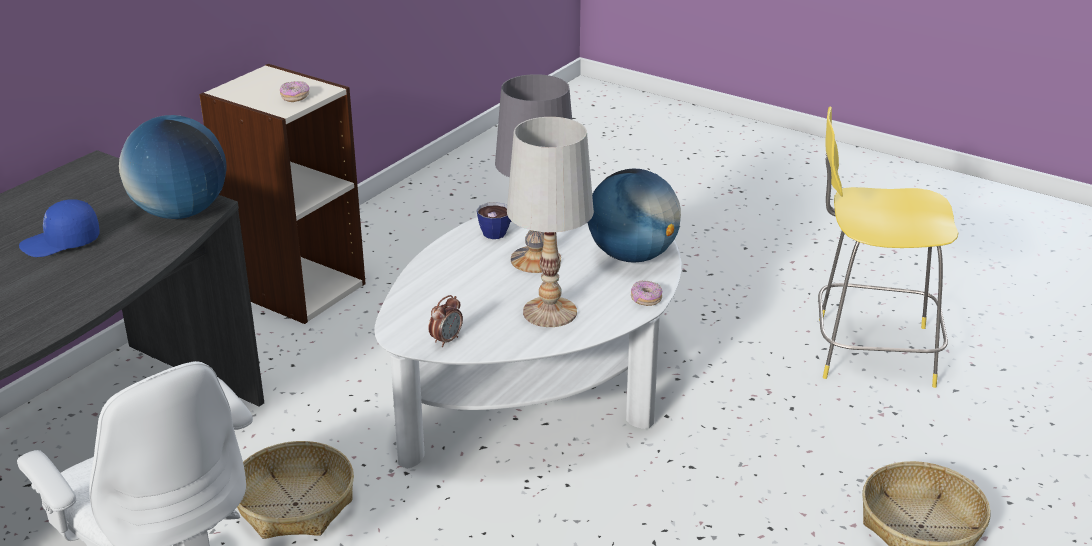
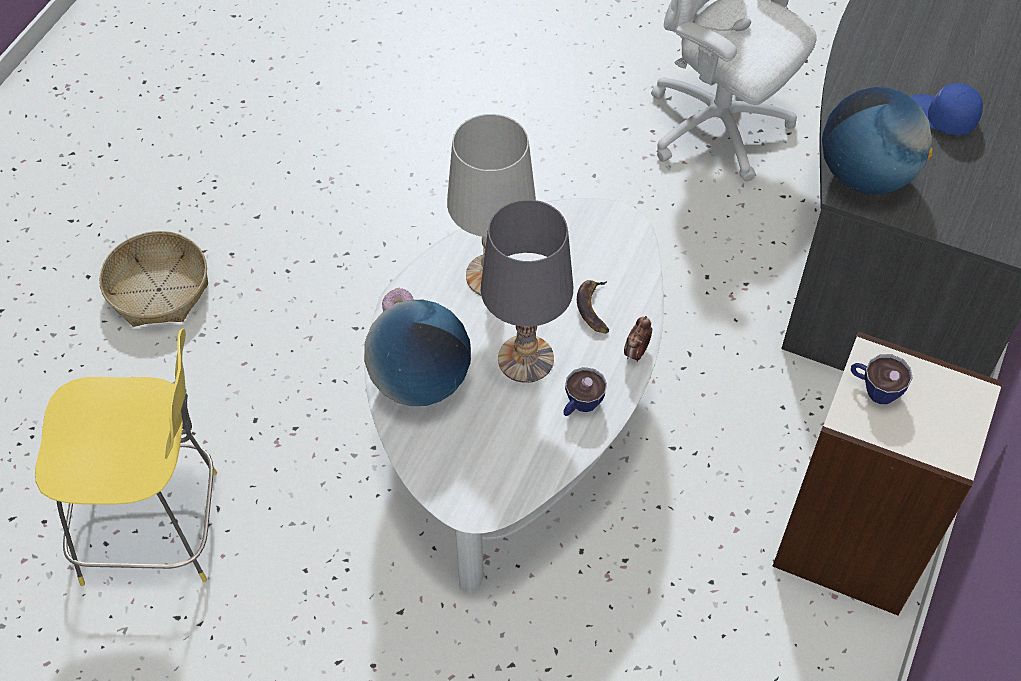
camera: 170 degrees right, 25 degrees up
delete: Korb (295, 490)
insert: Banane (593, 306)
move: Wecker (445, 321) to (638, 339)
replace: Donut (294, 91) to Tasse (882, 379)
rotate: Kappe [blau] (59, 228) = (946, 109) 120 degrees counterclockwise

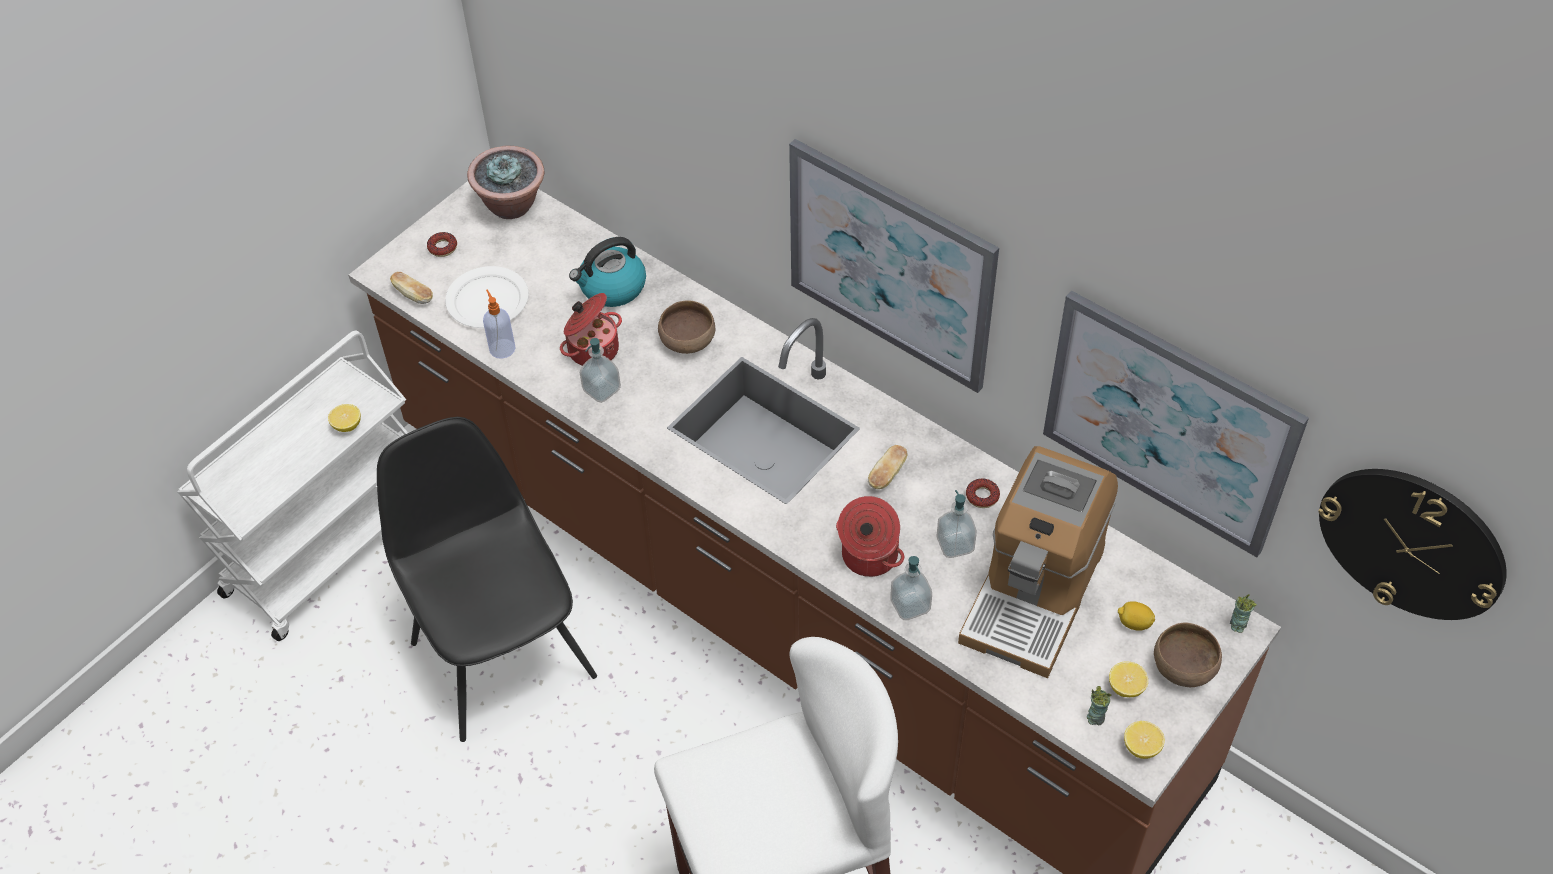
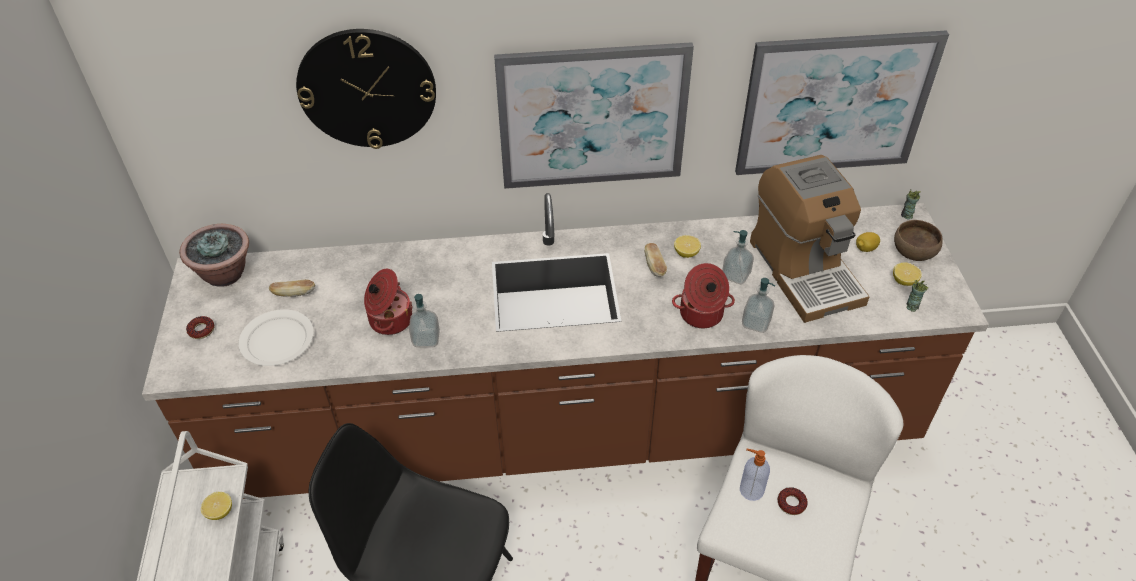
camera: 45 degrees left, 5 degrees down
delete: Wasserkessel (607, 272); Schüssel [braun] (686, 327)
move: Brot (411, 288) to (292, 288); Seifenspender (499, 324) to (755, 475); Donut (983, 493) to (793, 501); Zitrone (1144, 740) to (687, 246); Wanduhr (1412, 544) to (366, 89)

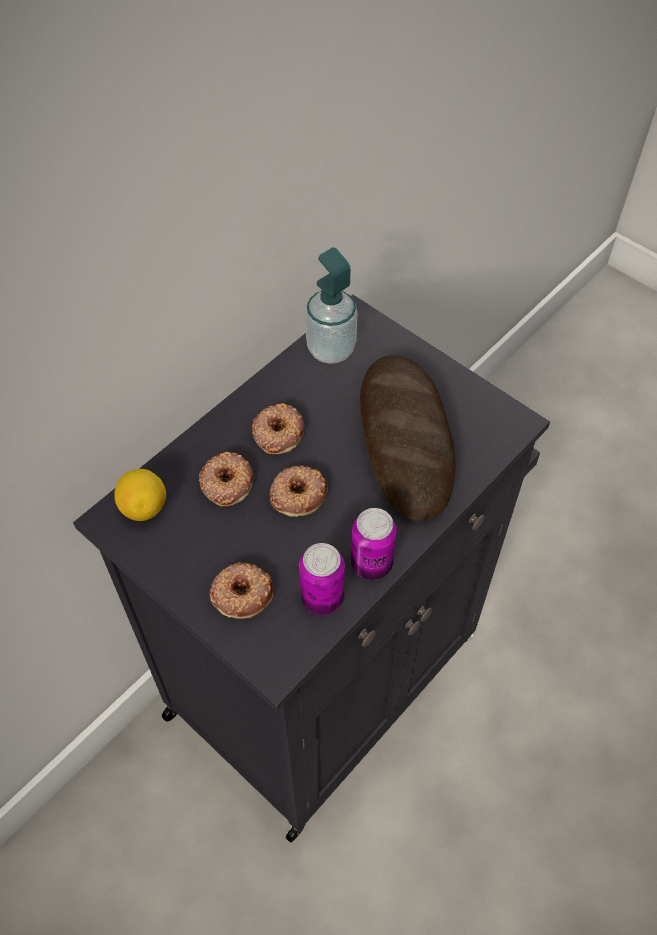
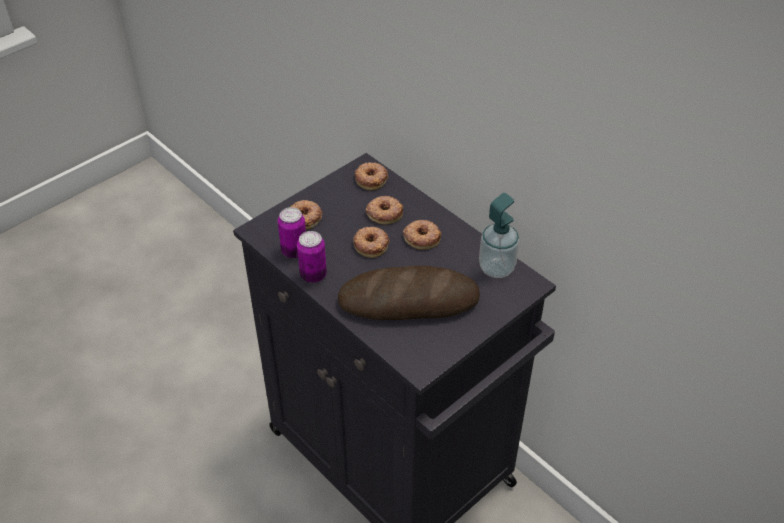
camera: 95 degrees right, 10 degrees down
replace: Zitrone (140, 495) to Donut (371, 176)

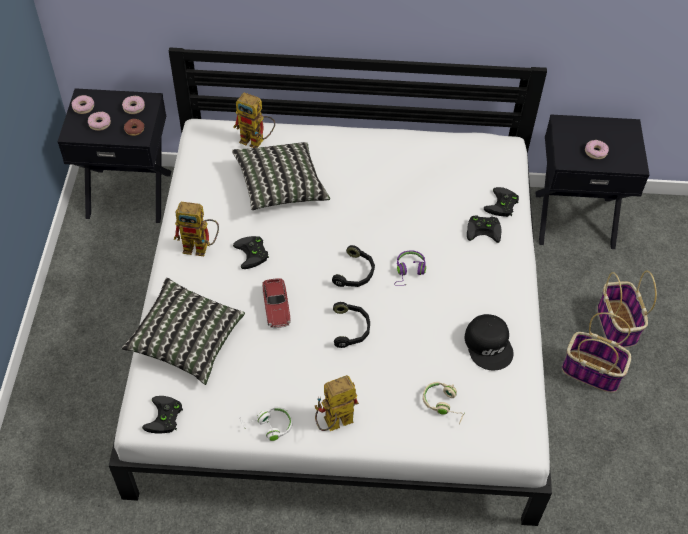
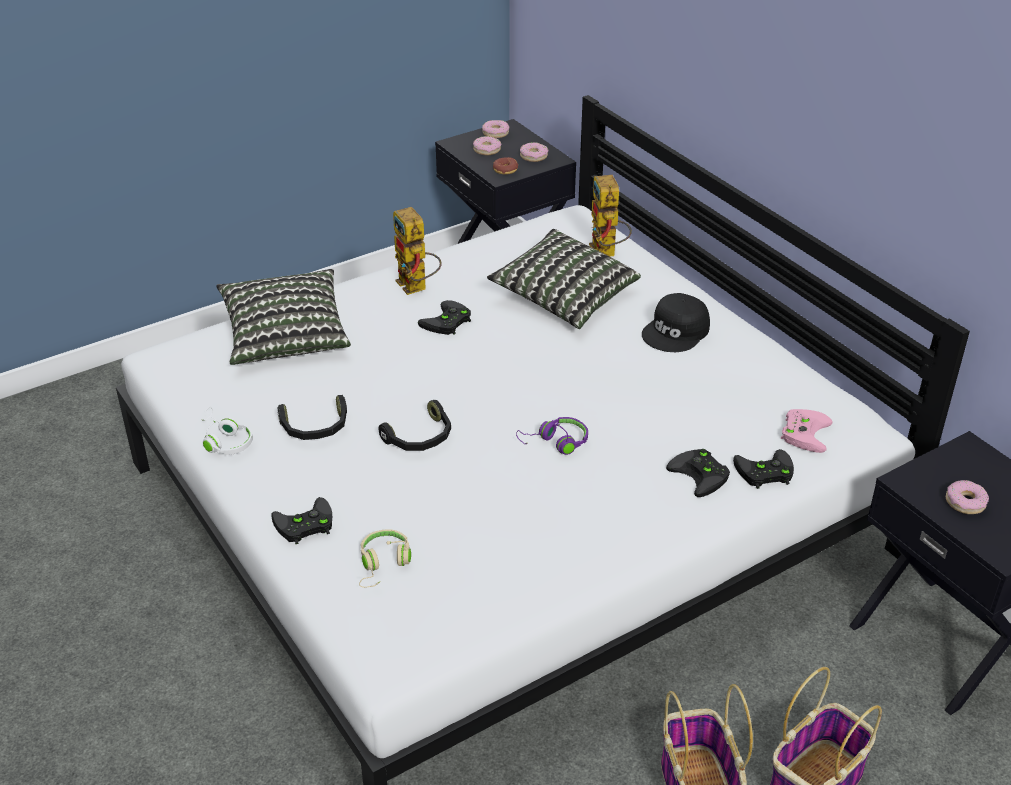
camera: 55 degrees right, 15 degrees down
delete: Spielzeugauto (276, 303); Spielzeugroboter (337, 403)
insert: Gamepad [rosa] (807, 431)
move: Gamepad [schwarz] (162, 414) to (301, 520); Kopfhörer [schwarz] (353, 266) to (312, 417); Kappe [schwarz] (489, 342) to (676, 322)

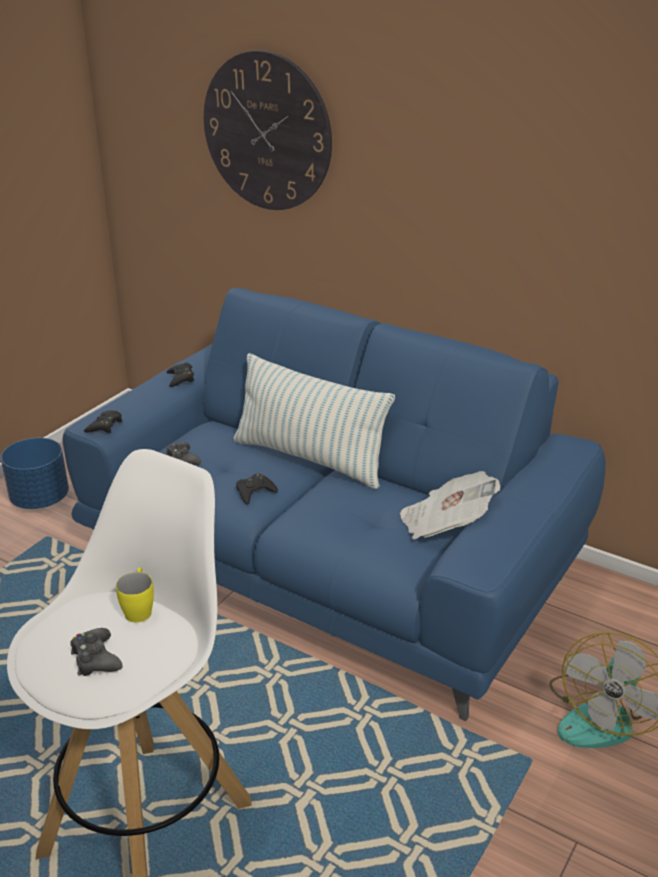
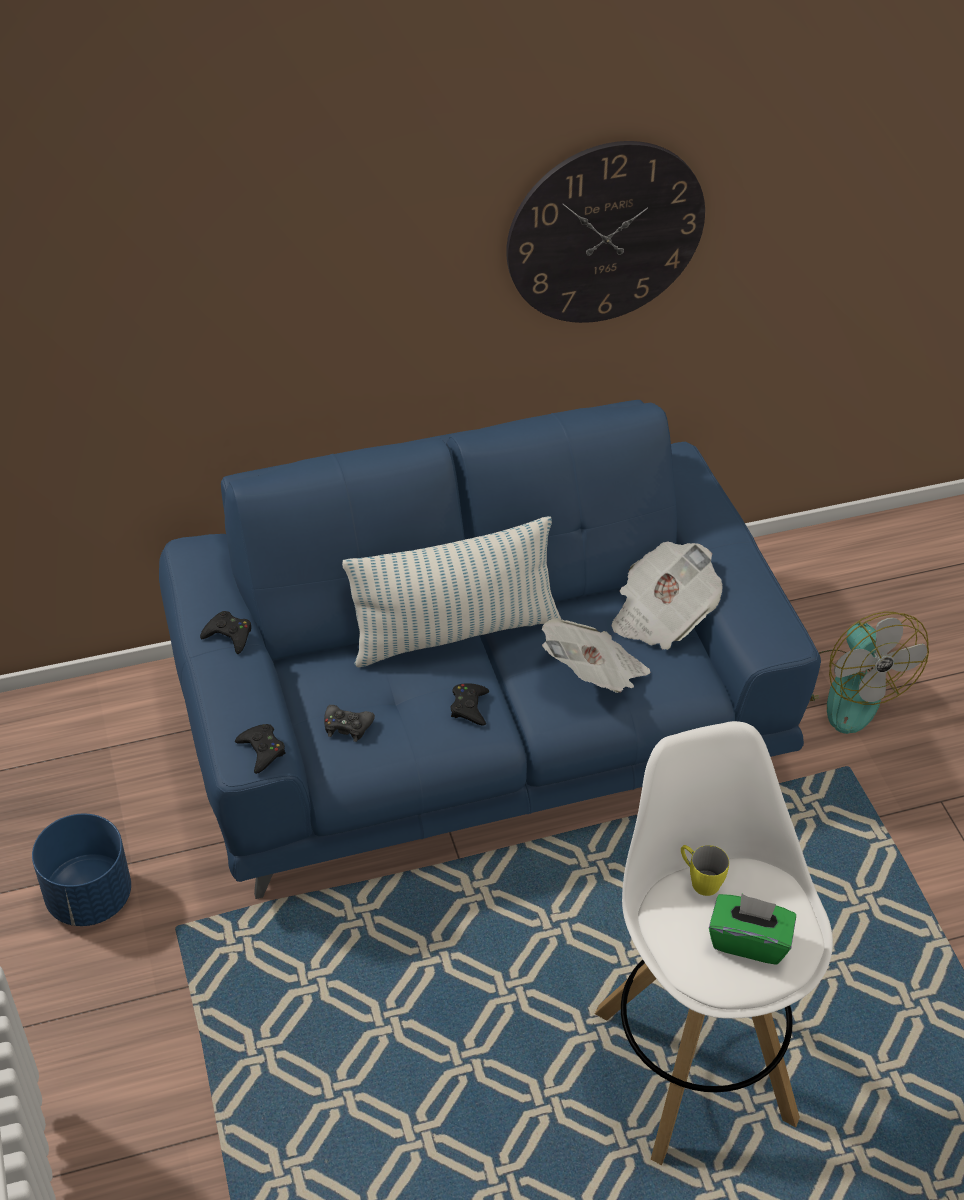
camera: 50 degrees left, 15 degrees up
insert: Zeitung (596, 655)
move: Wanduhr (268, 130) to (605, 232)
replace: Gamepad [schwarz] (97, 652) to Taschentuchbox [grün] (752, 929)

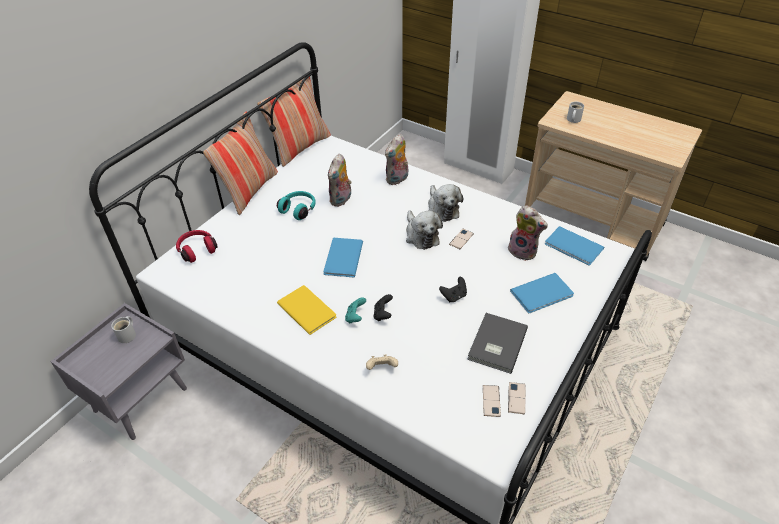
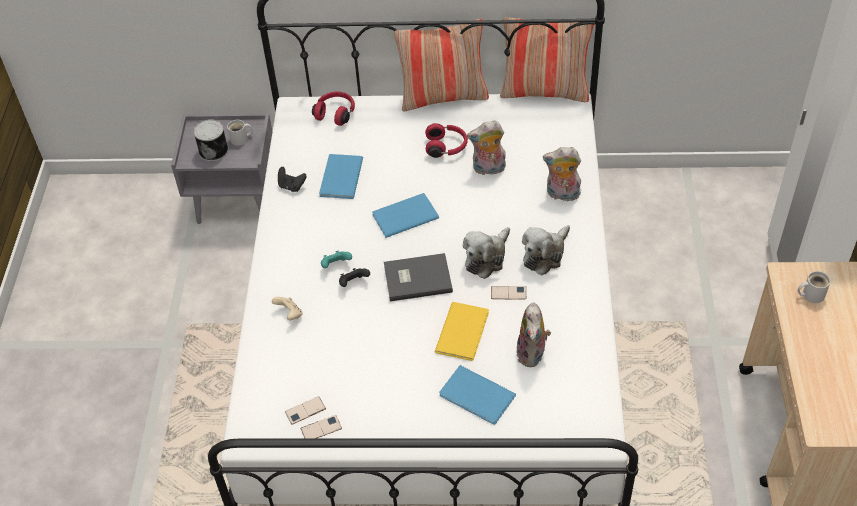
camera: 60 degrees right, 5 degrees up
insert: Dose (210, 140)
move: Buch [gelb] (307, 310) to (462, 331); Gamepad [schwarz] (453, 289) to (292, 179); Buch [grau] (497, 343) to (418, 277); Buch [blau] (574, 245) to (341, 176)
recolor: Kopfhörer [türkis] (296, 205) to Kopfhörer [rot] (446, 140)

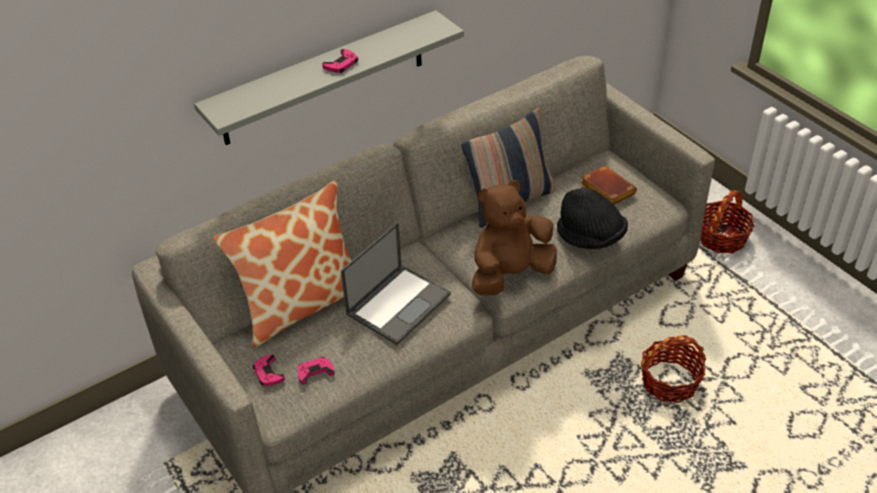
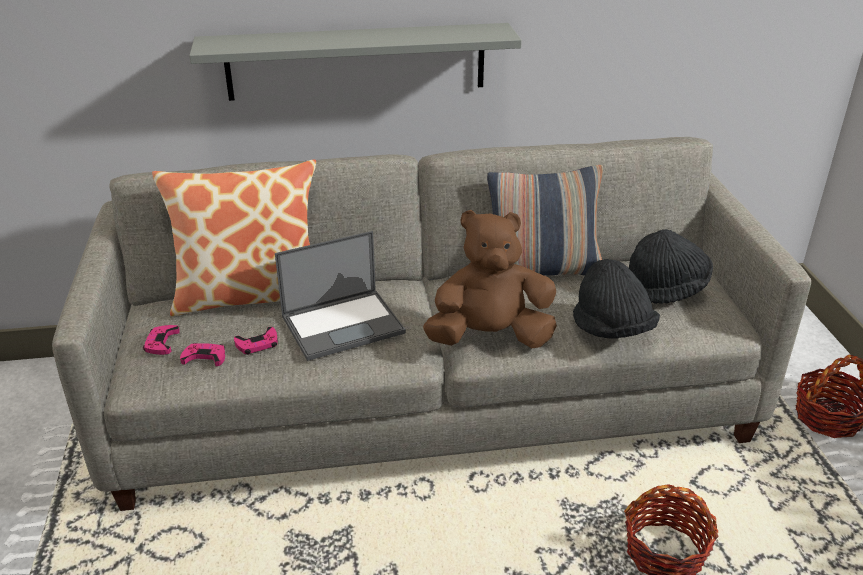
camera: 25 degrees right, 10 degrees down
move: Gamepad [rosa] (340, 61) to (256, 341)
replace: Buch [braun] (609, 185) to Hut [schwarz] (671, 266)

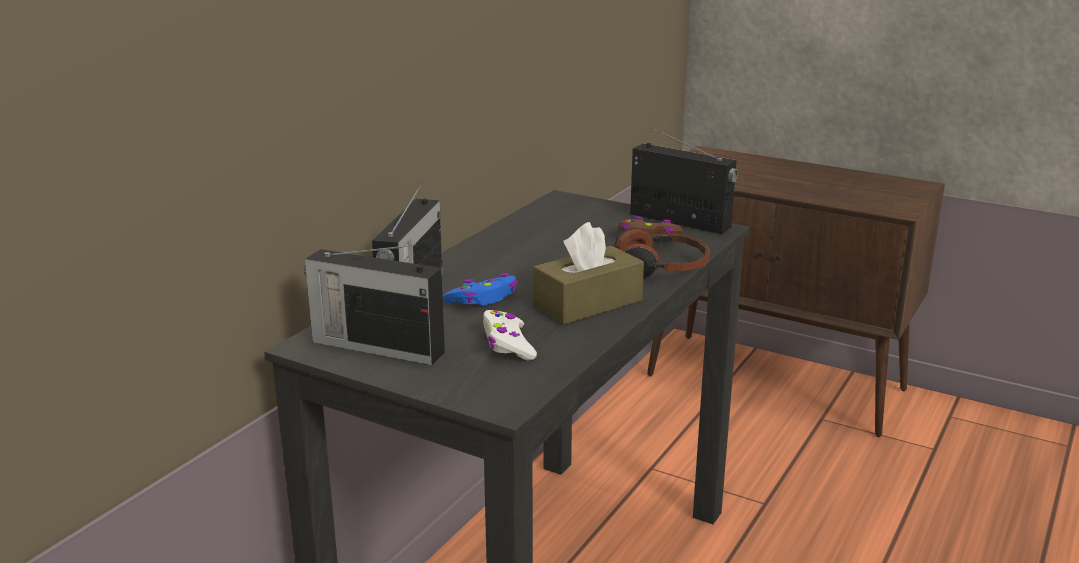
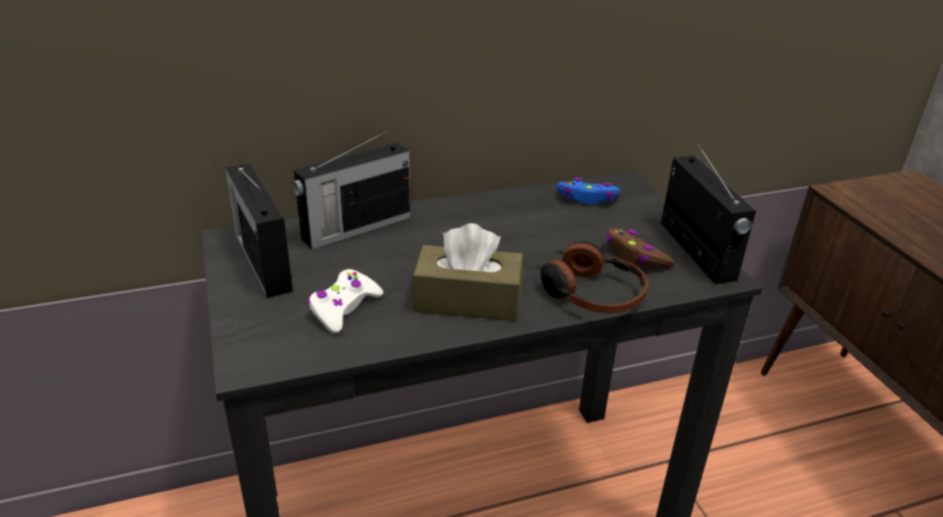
camera: 40 degrees right, 10 degrees up
move: Gamepad [blau] (480, 289) to (588, 191)

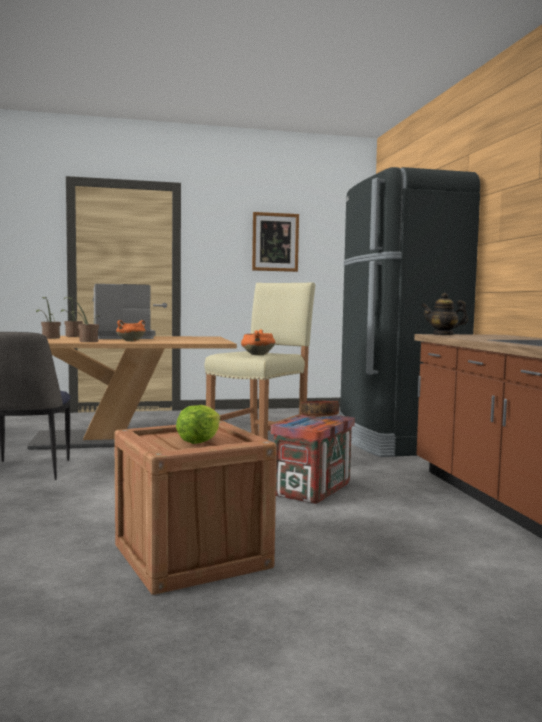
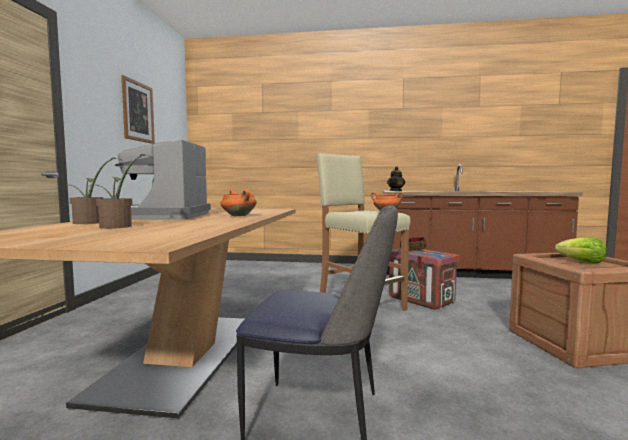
camera: 70 degrees left, 0 degrees up
delete: Topfpflanze (81, 319); Kühlschrank [schwarz] (409, 312)

